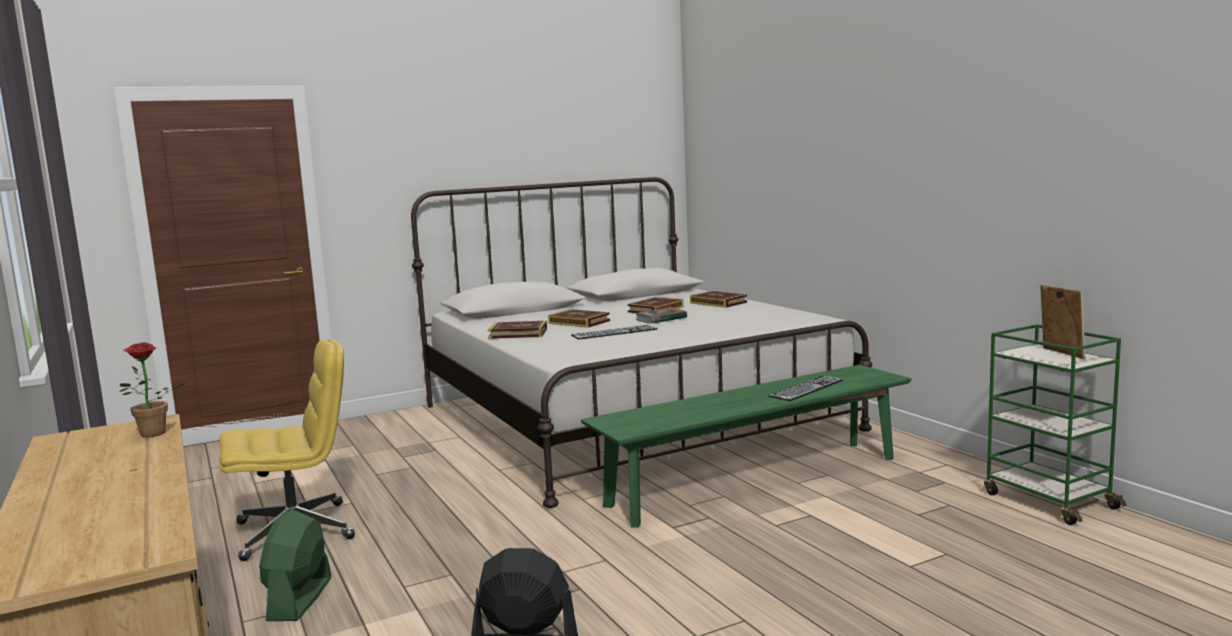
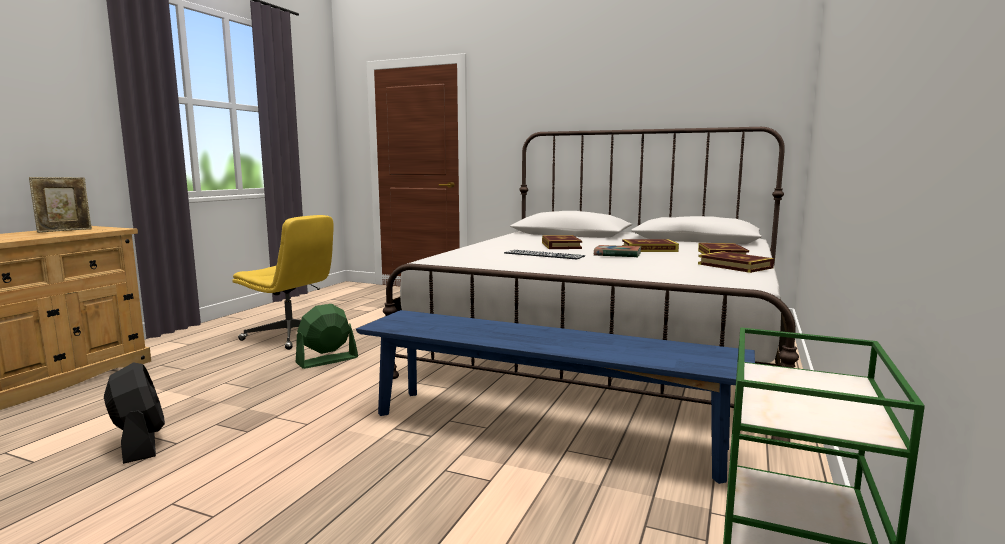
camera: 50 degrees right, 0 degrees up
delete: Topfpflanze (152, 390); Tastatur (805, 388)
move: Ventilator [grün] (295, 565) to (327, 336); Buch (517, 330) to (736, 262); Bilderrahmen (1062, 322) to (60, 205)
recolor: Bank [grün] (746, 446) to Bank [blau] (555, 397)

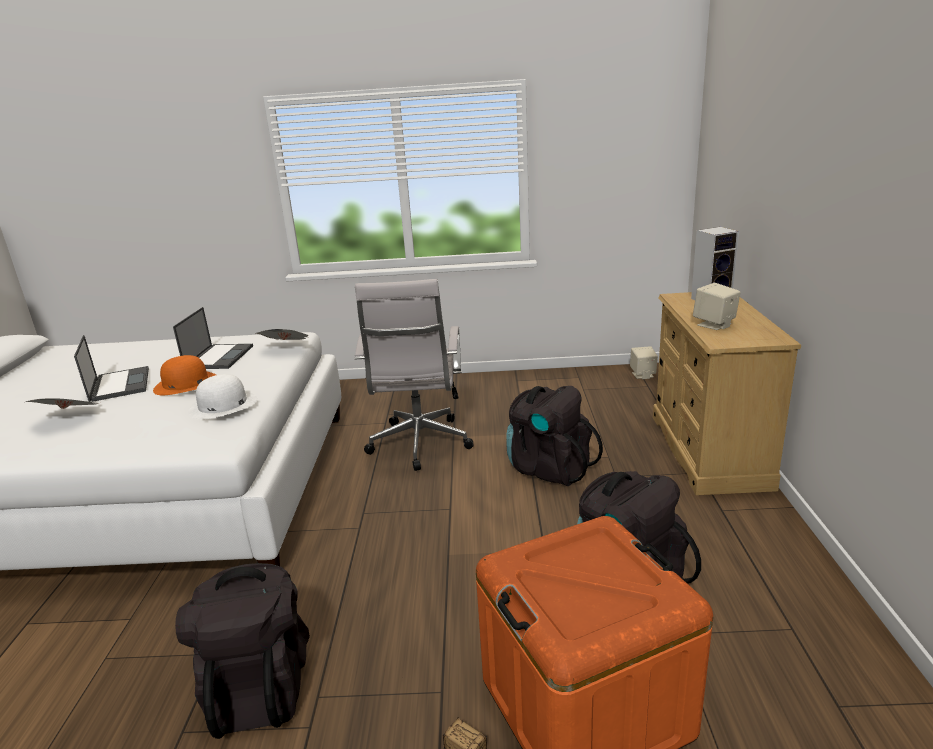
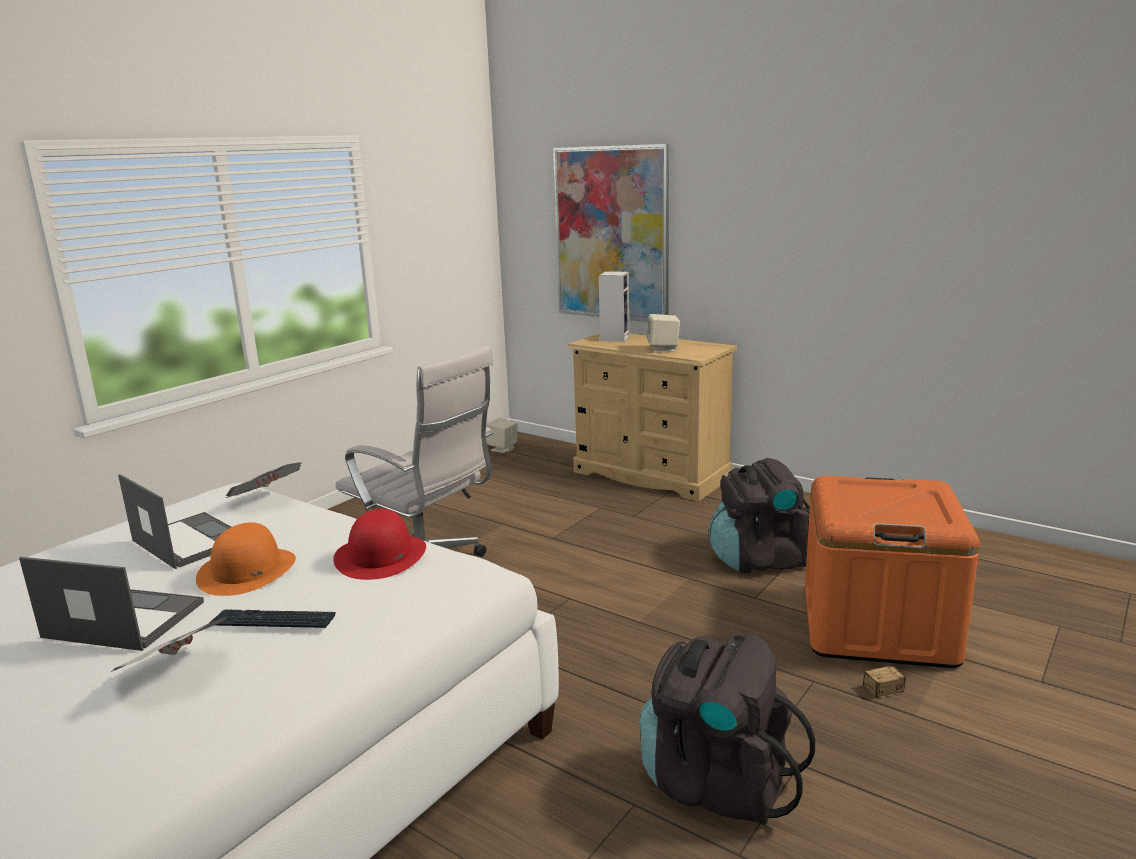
camera: 55 degrees left, 5 degrees down
delete: Rucksack [schwarz] (554, 436)
insert: Tastatur (271, 618); Bild (611, 233)
recolor: Hut [weiß] (223, 397) to Hut [rot] (379, 544)

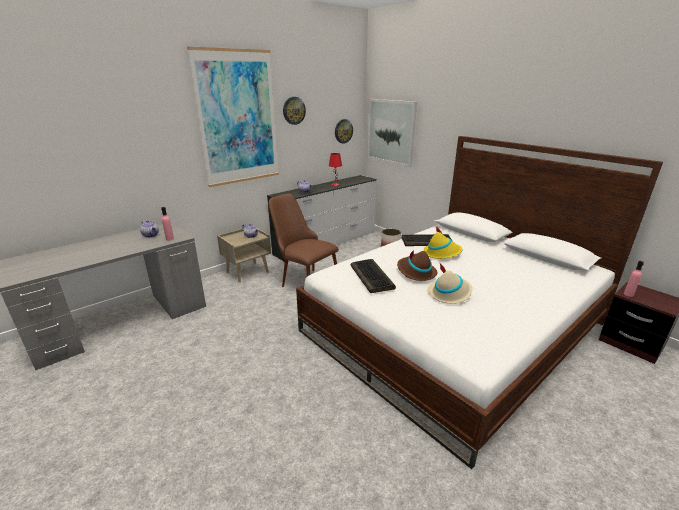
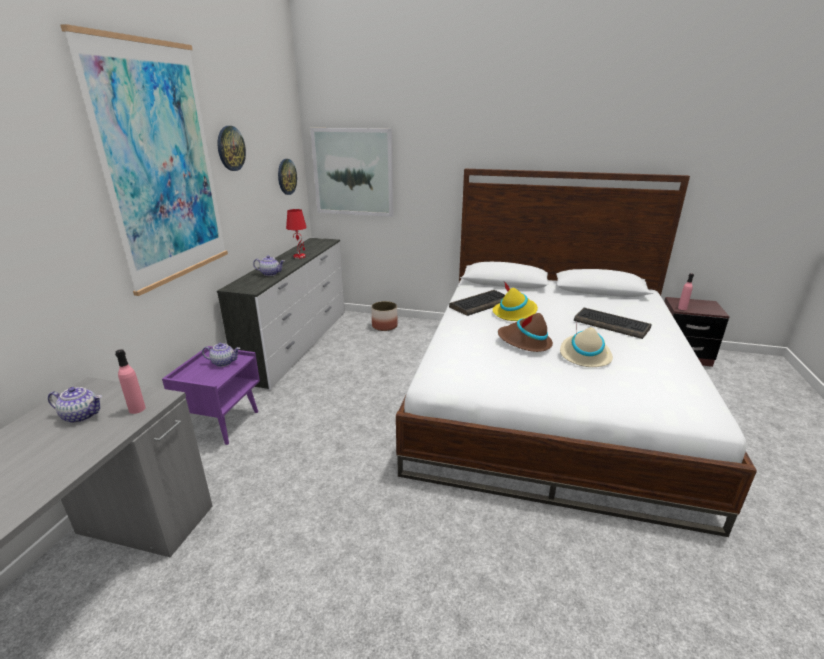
camera: 35 degrees left, 0 degrees up
delete: Stuhl [braun] (303, 240)
move: Tastatur (373, 276) to (613, 323)
recolor: Nachttisch [beige] (244, 255) to Nachttisch [lila] (211, 395)

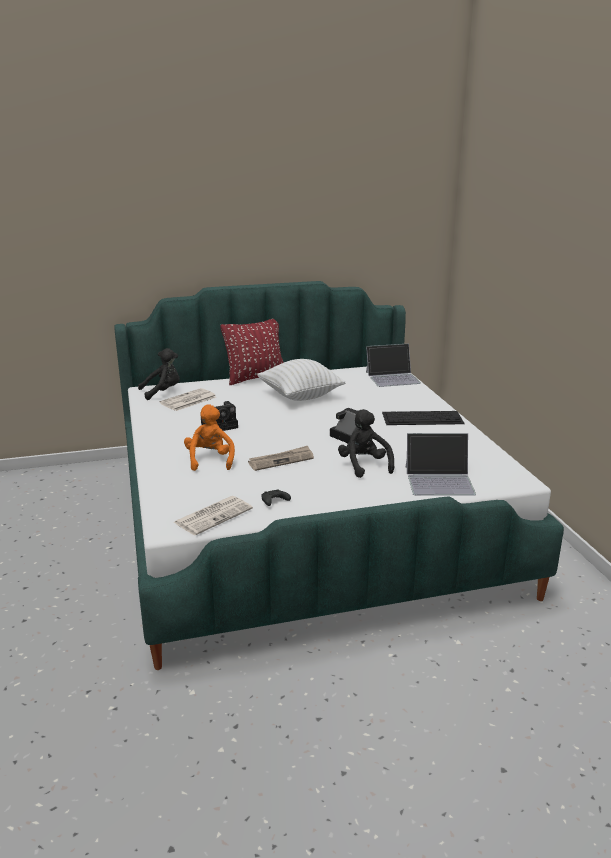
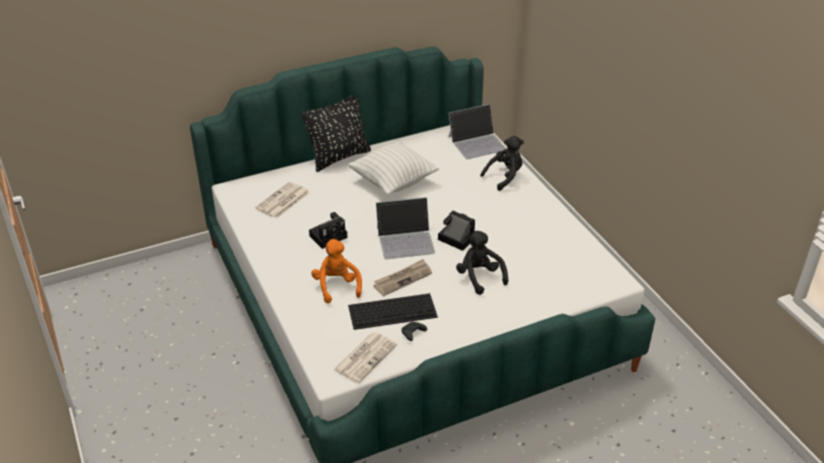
camera: 10 degrees left, 15 degrees up
move: Plüschtier [schwarz] (159, 374) to (502, 163); Tastatur (423, 418) to (393, 311); Laptop (440, 464) to (405, 228)
recolor: Kissen [rot] (252, 352) to Kissen [schwarz] (336, 134)

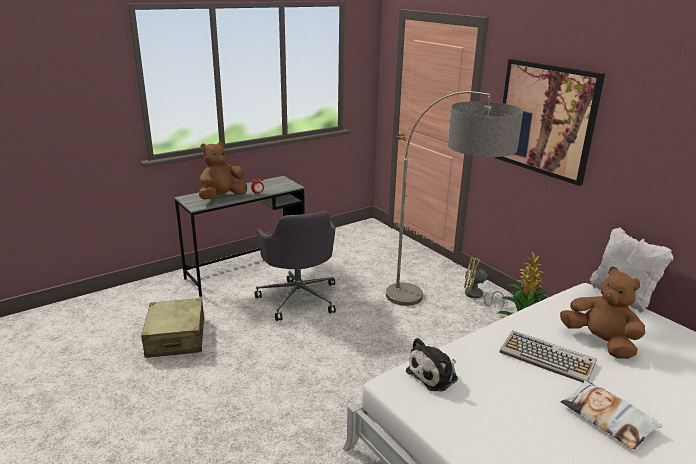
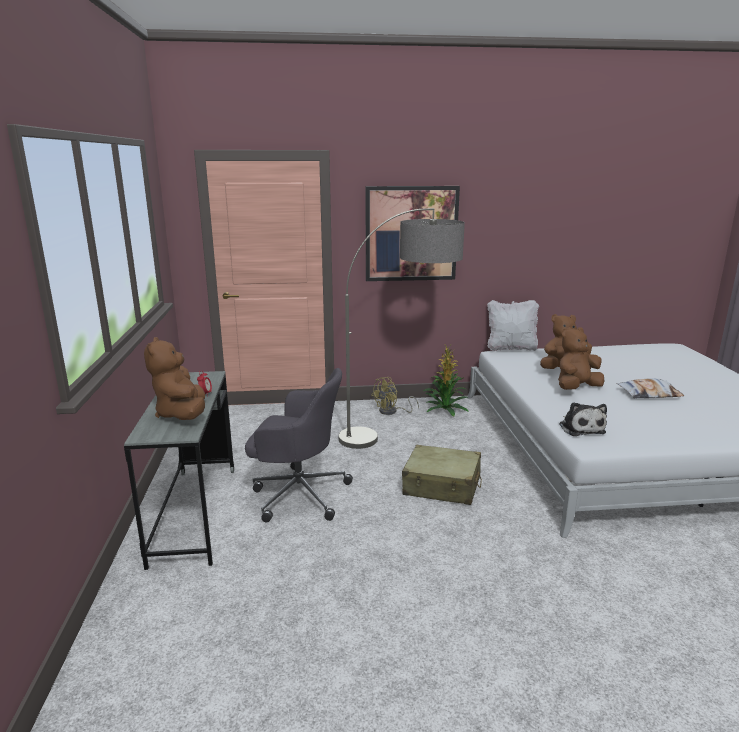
camera: 60 degrees left, 5 degrees down
move: Koffer [beige] (172, 328) to (442, 475)
replace: Tastatur (548, 356) to Plüschtier [braun] (581, 358)

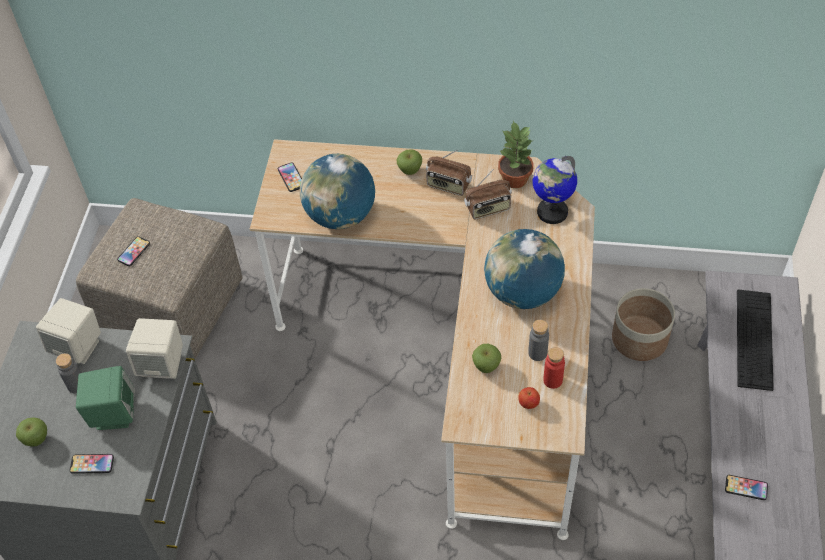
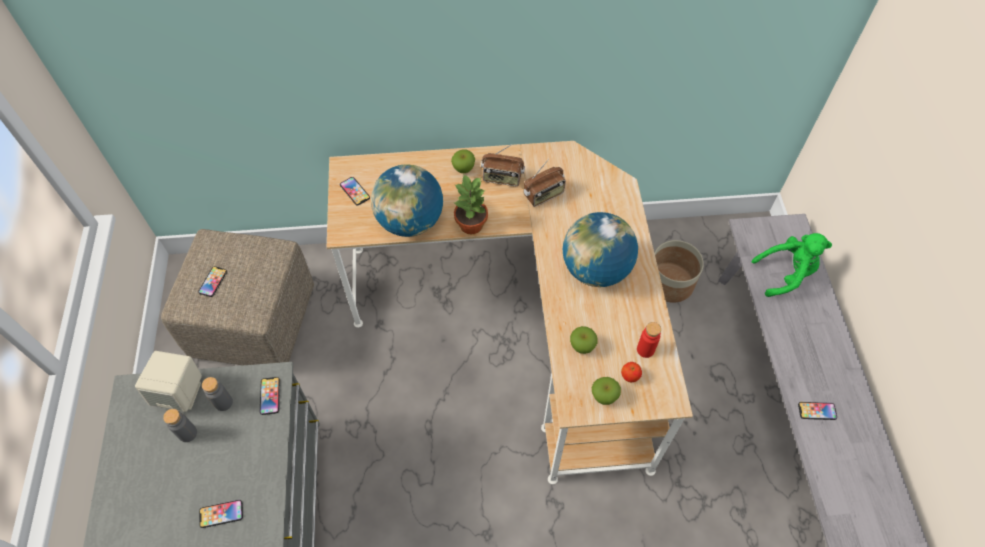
camera: 15 degrees left, 5 degrees up
delete: Lautsprecher [grün] (105, 398); Globus (554, 190)
move: Apfel (31, 432) to (606, 391); Topfpflanze (516, 154) to (470, 204); Flasche [grau] (538, 340) to (217, 394)
replace: Lautsprecher [beige] (154, 348) to Handy (270, 396); Tastatur (755, 340) to Plüschtier [grün] (791, 265)

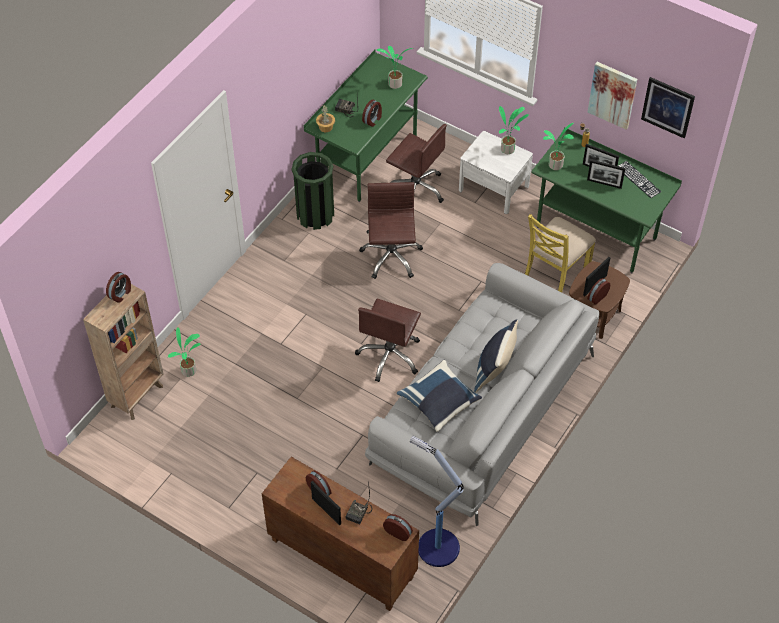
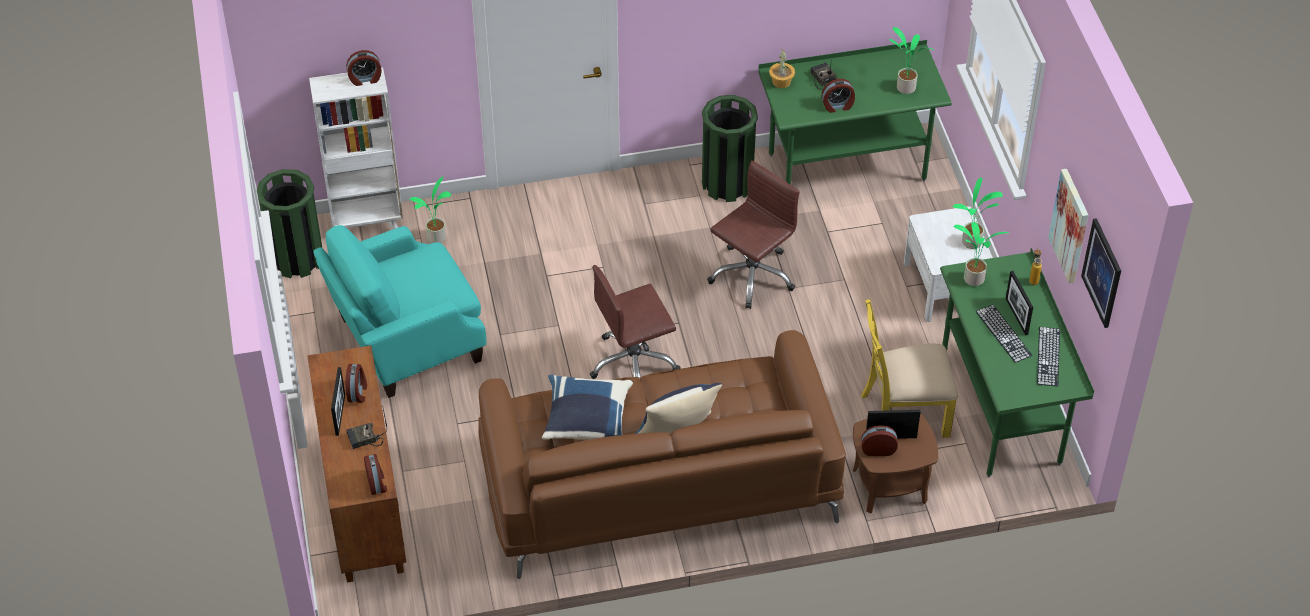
camera: 45 degrees right, 5 degrees down
delete: Bürostuhl [braun] (416, 163); Stehlampe (437, 501)
insert: Mülleimer [grün] (289, 223); Sessel [türkis] (400, 311)
replace: Bilderrahmen (606, 174) to Tastatur (1004, 334)
recolor: Bücherregal [braun] (123, 352) to Bücherregal [weiß] (356, 149); Sofa [grau] (482, 394) to Sofa [braun] (662, 454)

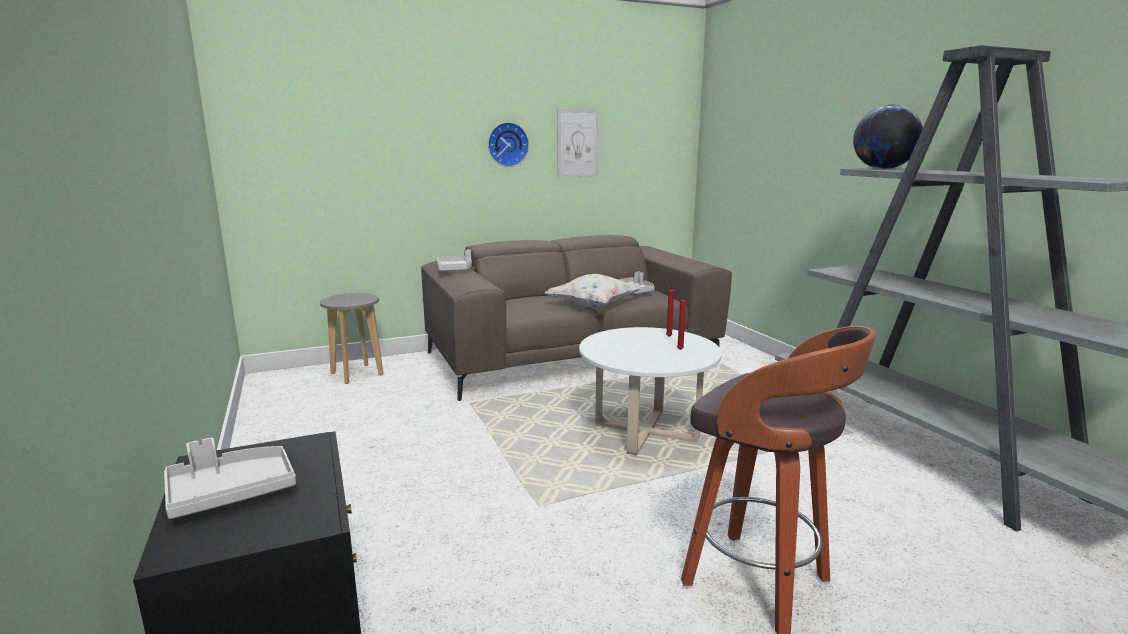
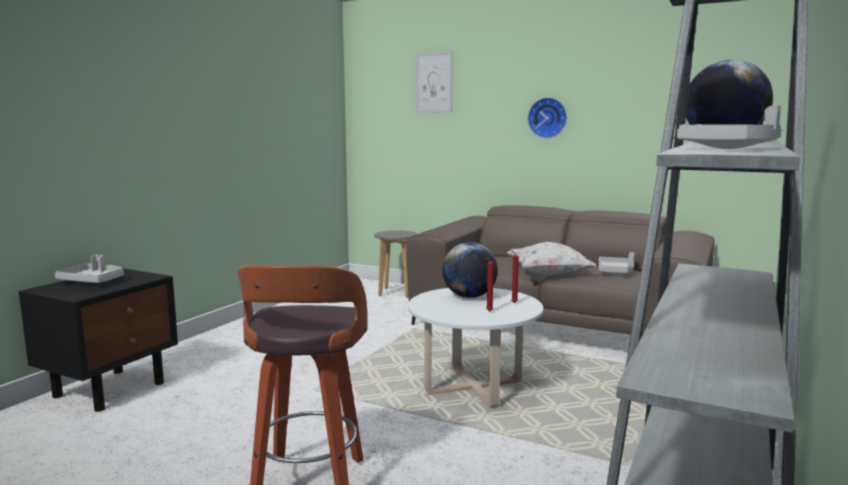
camera: 50 degrees right, 5 degrees down
insert: Globus (470, 270)
move: Tablett [grau] (454, 260) to (729, 127); Bild (578, 143) to (434, 82)

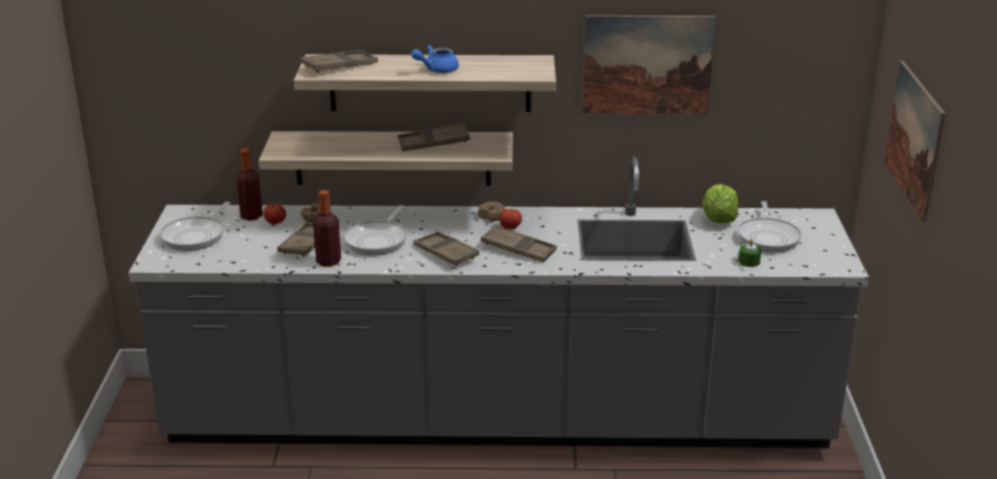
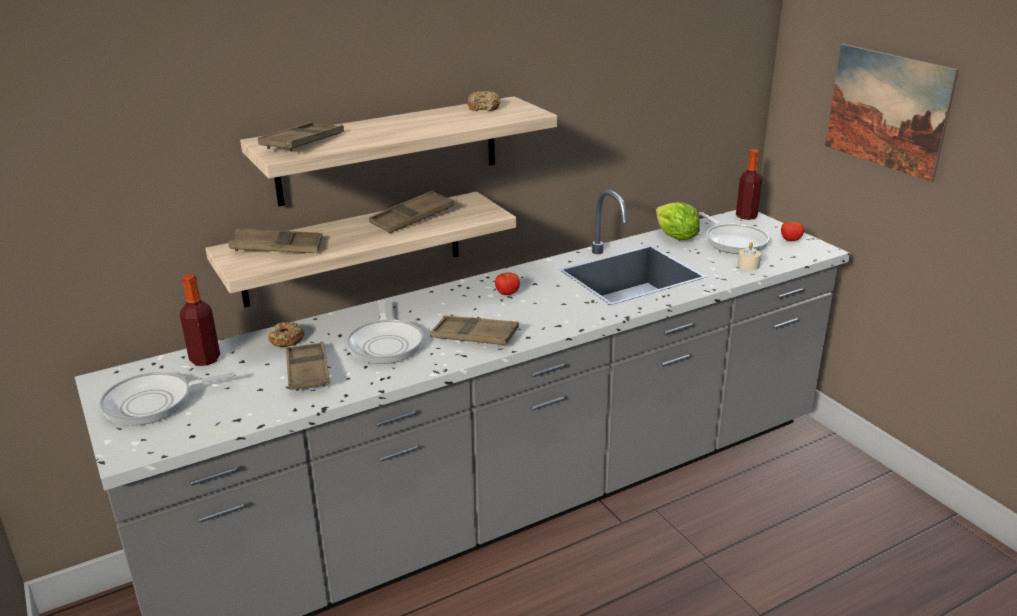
camera: 30 degrees left, 0 degrees up
delete: Teekanne [blau] (435, 59); Bild (649, 64)
move: Tomate (274, 214) to (792, 231); Flasche (327, 228) to (749, 184); Donut (491, 211) to (484, 101); Tablett [braun] (519, 243) to (275, 240)
recolor: Kerze [grün] (750, 253) to Kerze [beige] (749, 256)
rotate: Pfanne (195, 226) = (168, 398) 75 degrees clockwise

